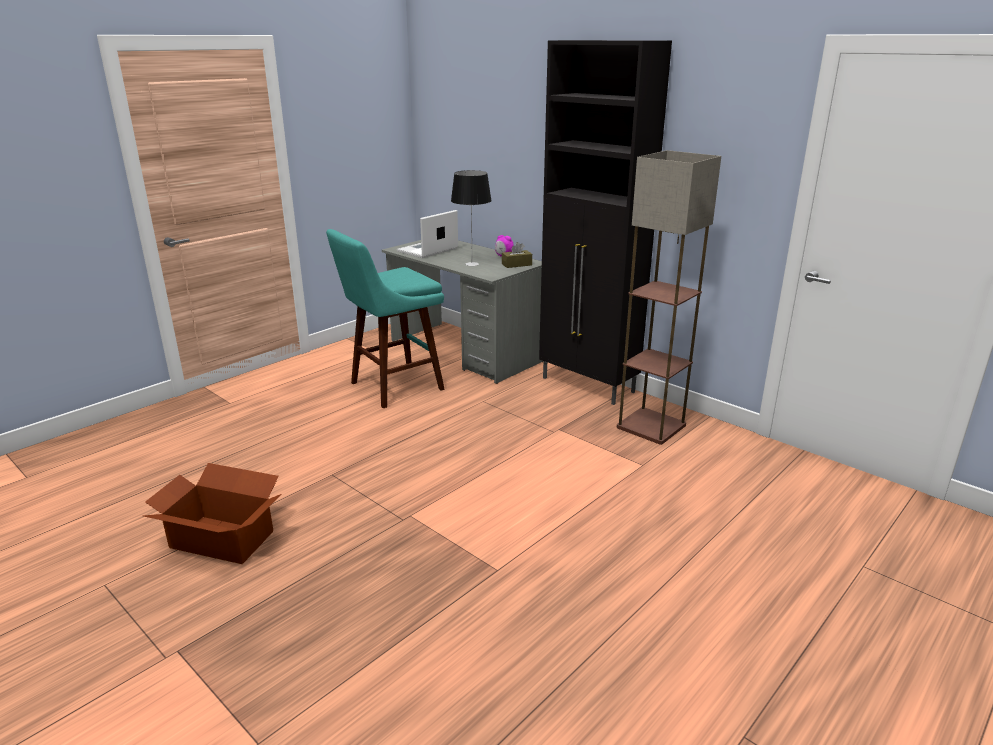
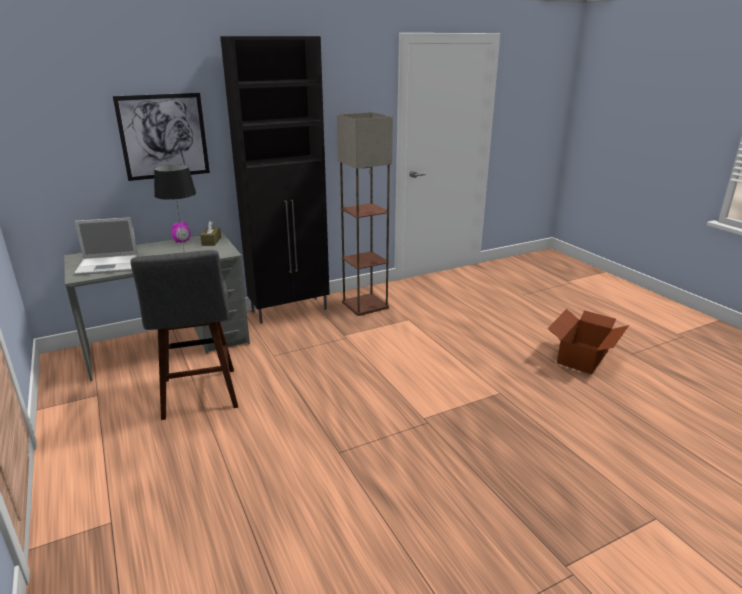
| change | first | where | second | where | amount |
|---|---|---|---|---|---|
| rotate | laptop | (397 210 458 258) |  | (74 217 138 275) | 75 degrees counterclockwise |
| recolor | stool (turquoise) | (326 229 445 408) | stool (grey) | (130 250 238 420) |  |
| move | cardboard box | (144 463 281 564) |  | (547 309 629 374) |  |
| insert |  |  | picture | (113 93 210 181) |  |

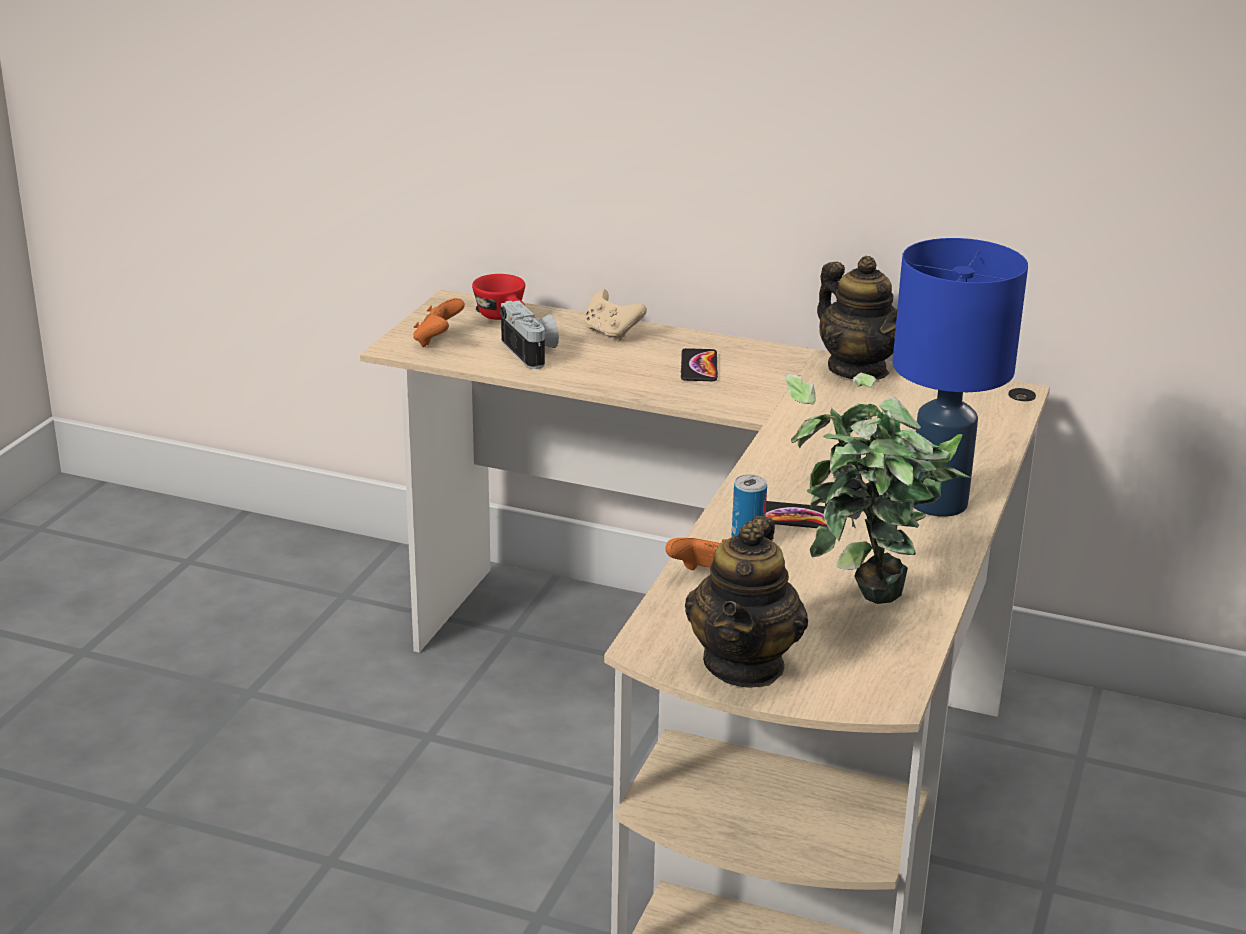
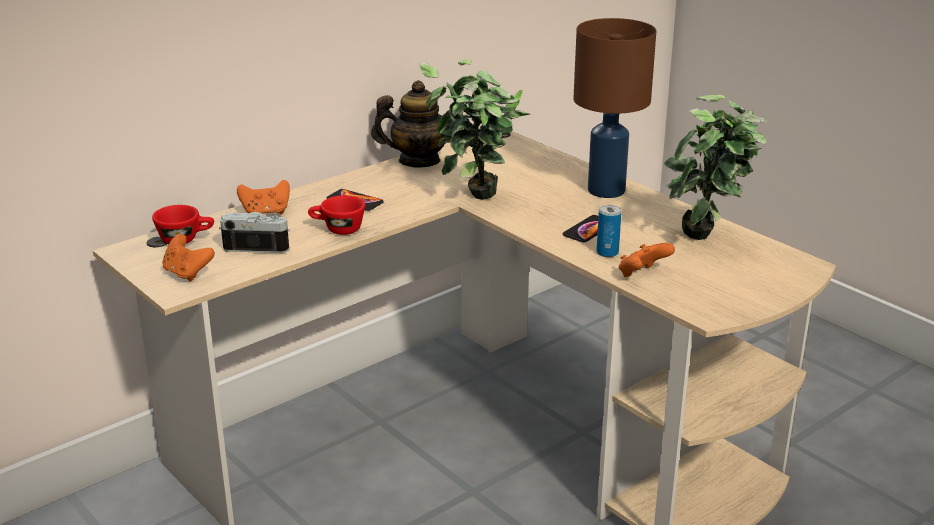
| change | first | where | second | where | amount |
|---|---|---|---|---|---|
| recolor | table lamp (blue) | (892 238 1028 517) | table lamp (brown) | (574 18 656 198) |  |
| recolor | game controller (beige) | (584 289 647 342) | game controller (orange) | (237 180 290 215) |  |
| delete | teapot | (685 516 808 688) |  |  |  |
| insert |  |  | potted plant | (419 59 530 200) |  |
| insert |  |  | cup (red) | (308 195 365 235) |  |

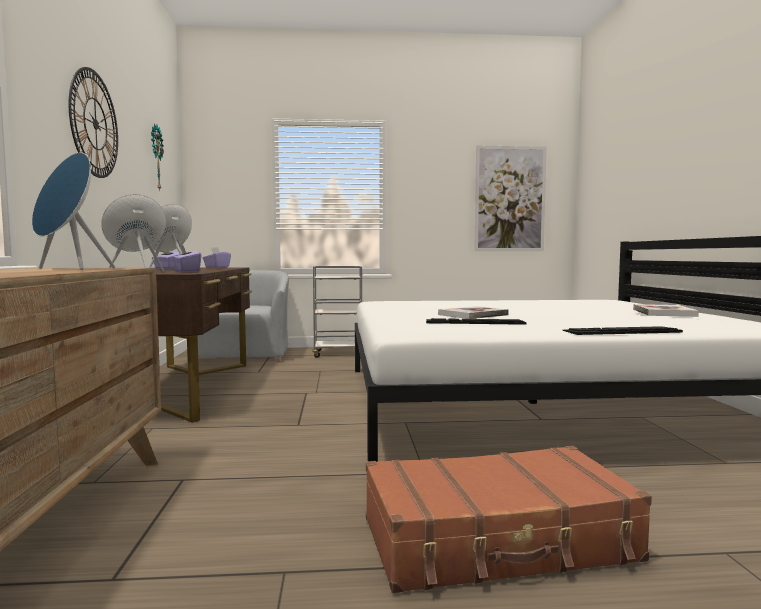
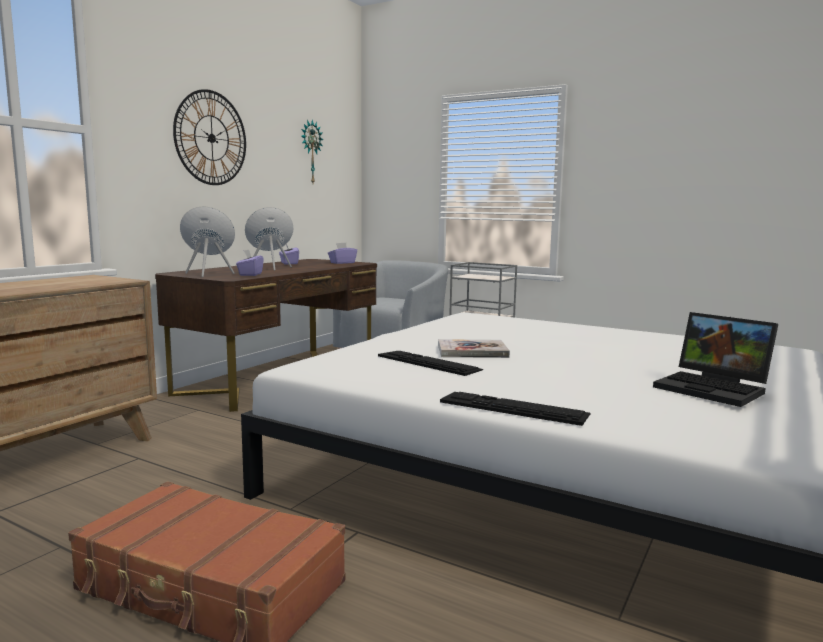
| change | first | where | second | where | amount |
|---|---|---|---|---|---|
| delete | picture | (474 146 547 251) |  |  |  |
| delete | speaker (blue) | (32 152 115 270) |  |  |  |
| replace | book | (633 304 699 317) | laptop | (653 312 778 407) |  |

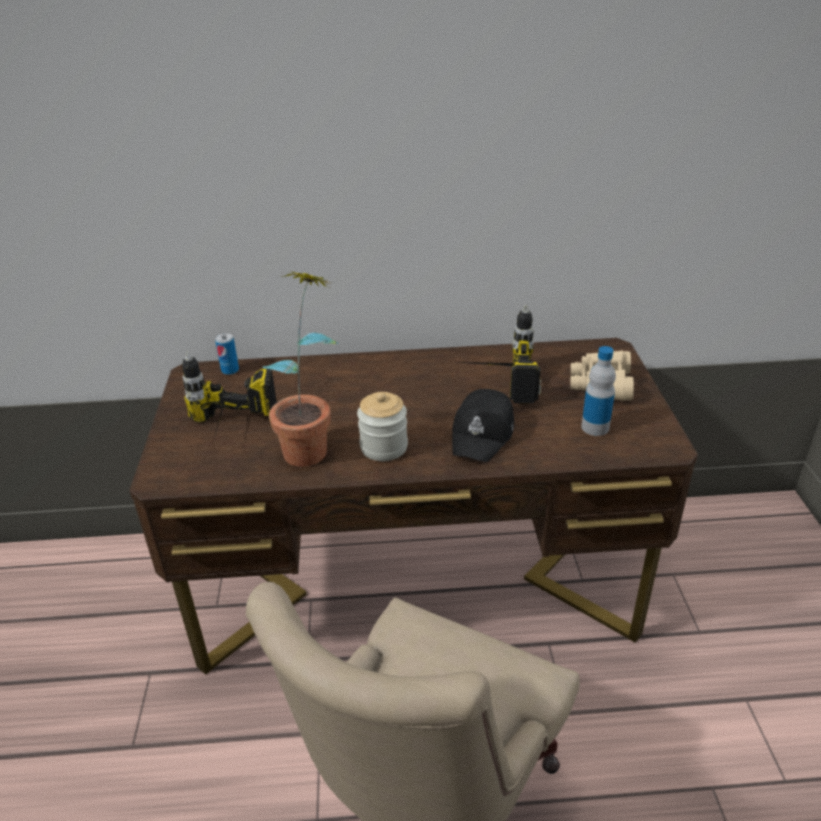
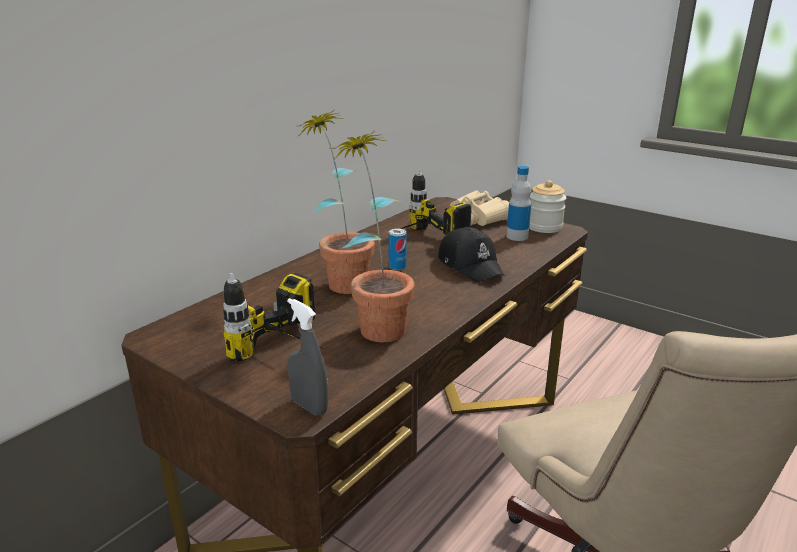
| change | first | where | second | where | amount |
|---|---|---|---|---|---|
| move | can | (215 333 239 375) |  | (388 228 407 270) |  |
| move | jar | (357 392 408 461) |  | (529 180 566 233) |  |
| insert |  |  | potted plant | (300 109 375 294) |  |
| insert |  |  | spray bottle (grey) | (287 298 328 416) |  |

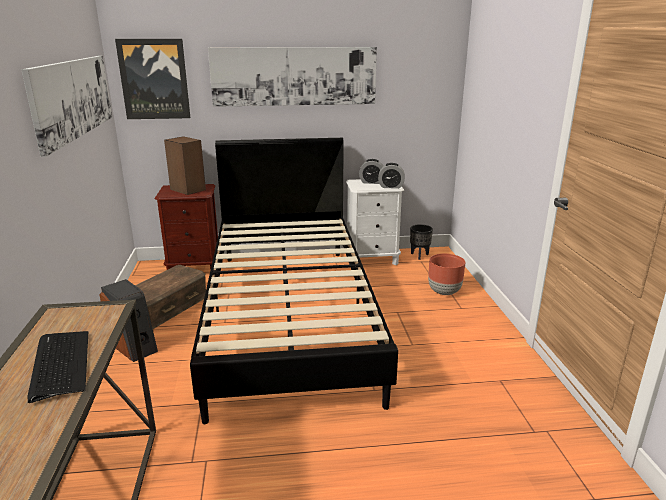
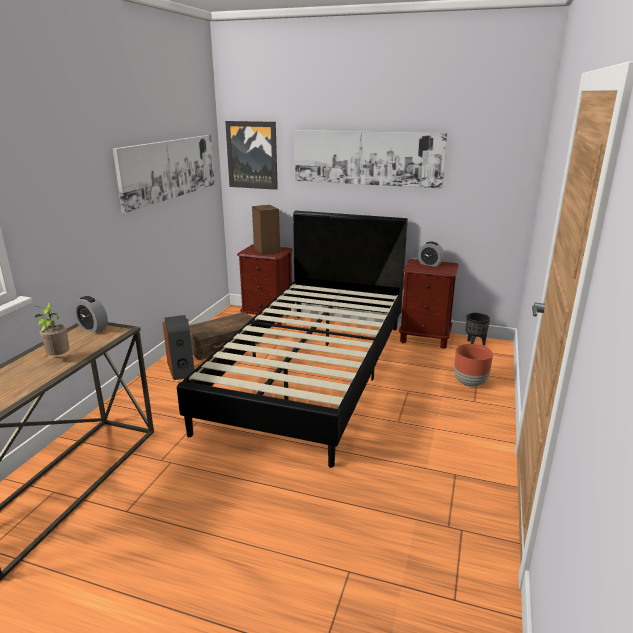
| change | first | where | second | where | amount |
|---|---|---|---|---|---|
| move | alarm clock | (378 163 405 189) |  | (73 296 108 333) |  |
| recolor | nightstand (white) | (346 179 404 265) | nightstand (brown) | (399 259 459 349) |  |
| replace | keyboard | (27 331 88 403) | potted plant | (35 302 70 355) |  |

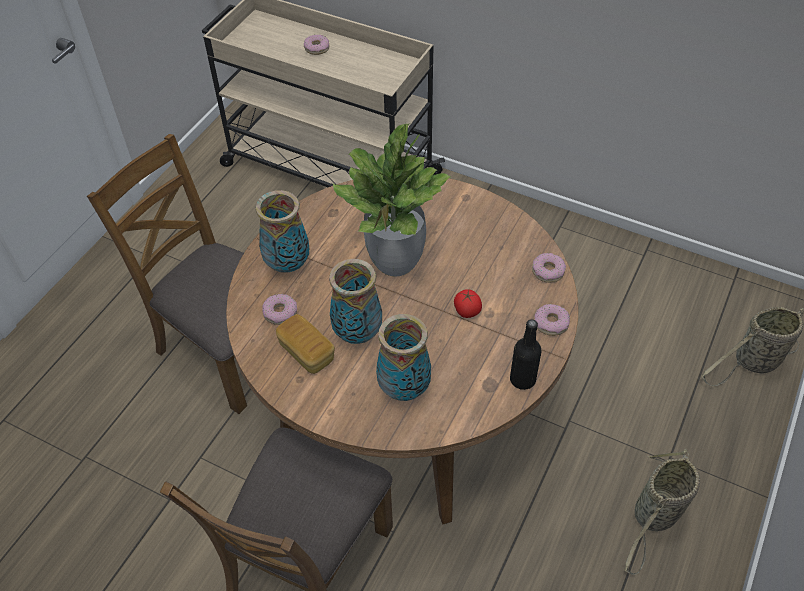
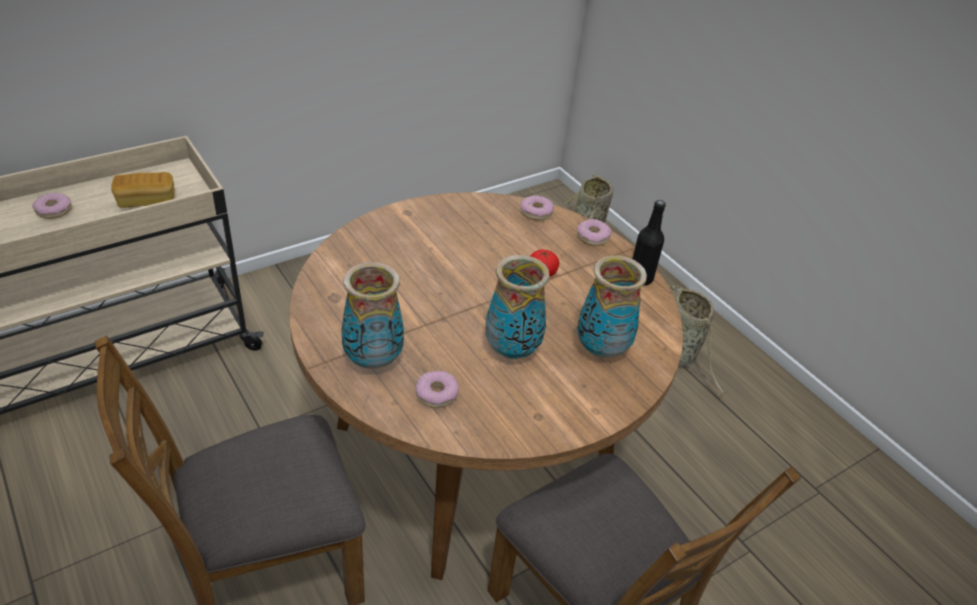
| change | first | where | second | where | amount |
|---|---|---|---|---|---|
| delete | potted plant | (333 123 452 277) |  |  |  |
| move | bread | (276 314 335 374) |  | (111 172 175 208) |  |

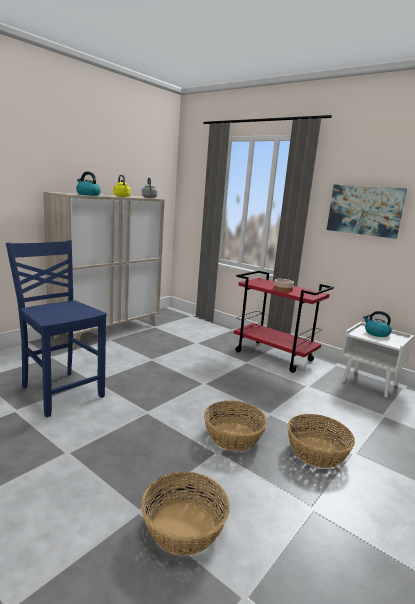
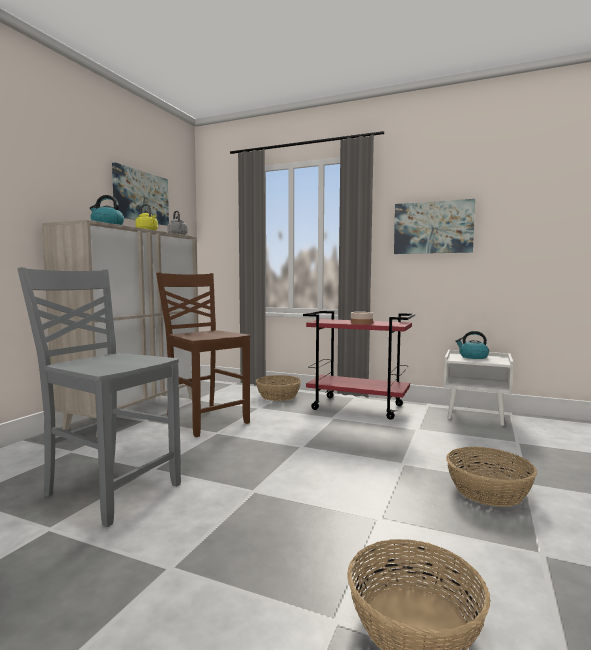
| change | first | where | second | where | amount |
|---|---|---|---|---|---|
| recolor | chair (blue) | (6 240 107 417) | chair (grey) | (17 267 181 527) |  |
| move | basket | (204 400 267 451) |  | (256 375 301 401) |  |
| insert |  |  | picture | (112 162 169 226) |  |
| insert |  |  | chair (brown) | (156 272 250 437) |  |

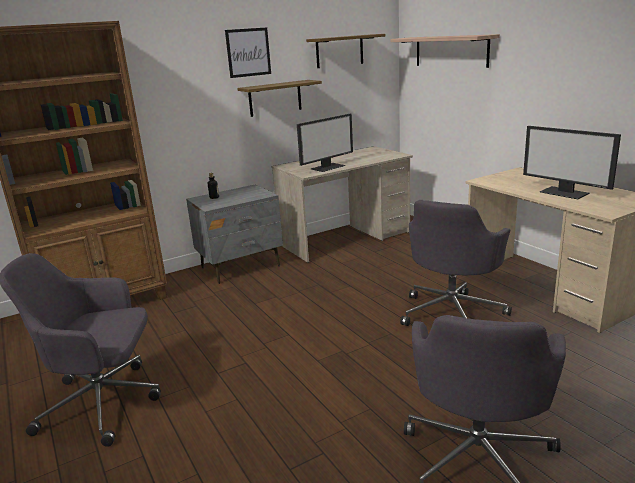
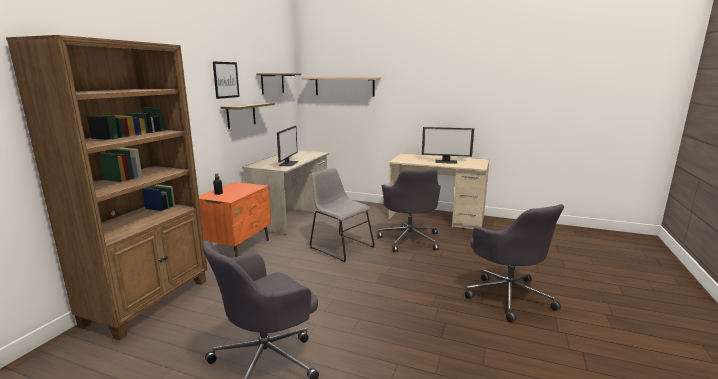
| change | first | where | second | where | amount |
|---|---|---|---|---|---|
| recolor | nightstand (grey) | (186 184 283 284) | nightstand (orange) | (199 182 271 257) |  |
| insert |  |  | chair (grey) | (310 168 375 262) |  |

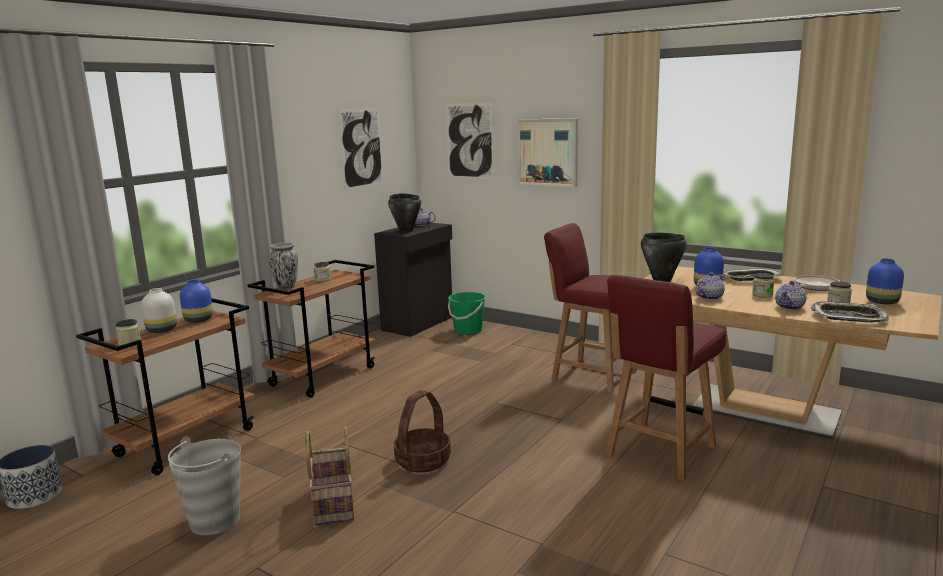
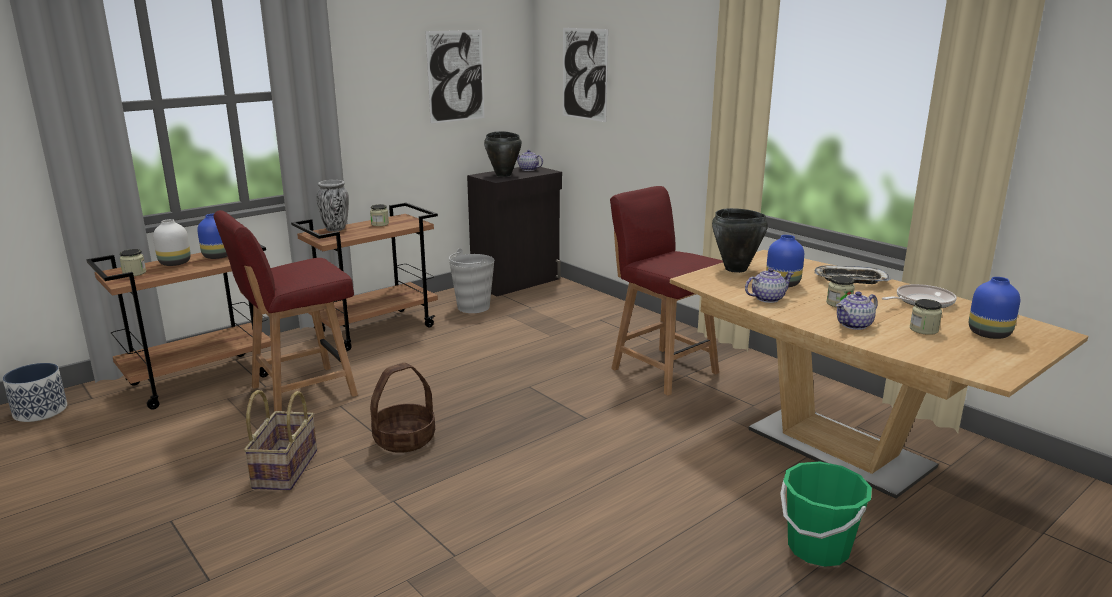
| change | first | where | second | where | amount |
|---|---|---|---|---|---|
| delete | picture | (517 118 578 187) |  |  |  |
| move | chair (red) | (606 275 726 481) |  | (213 210 358 411) |  |
| move | bucket (green) | (448 292 486 335) |  | (780 461 872 567) |  |
| delete | tray | (811 301 889 322) |  |  |  |
| move | bucket (grey) | (168 436 241 535) |  | (449 249 494 313) |  |

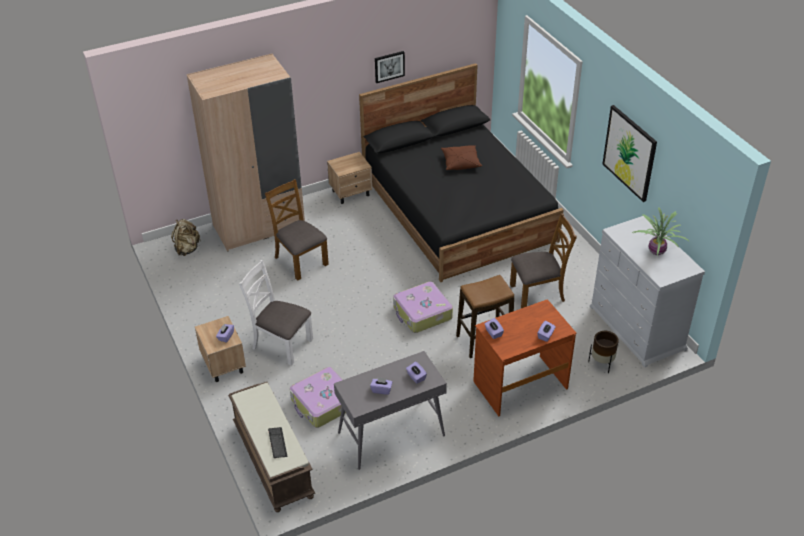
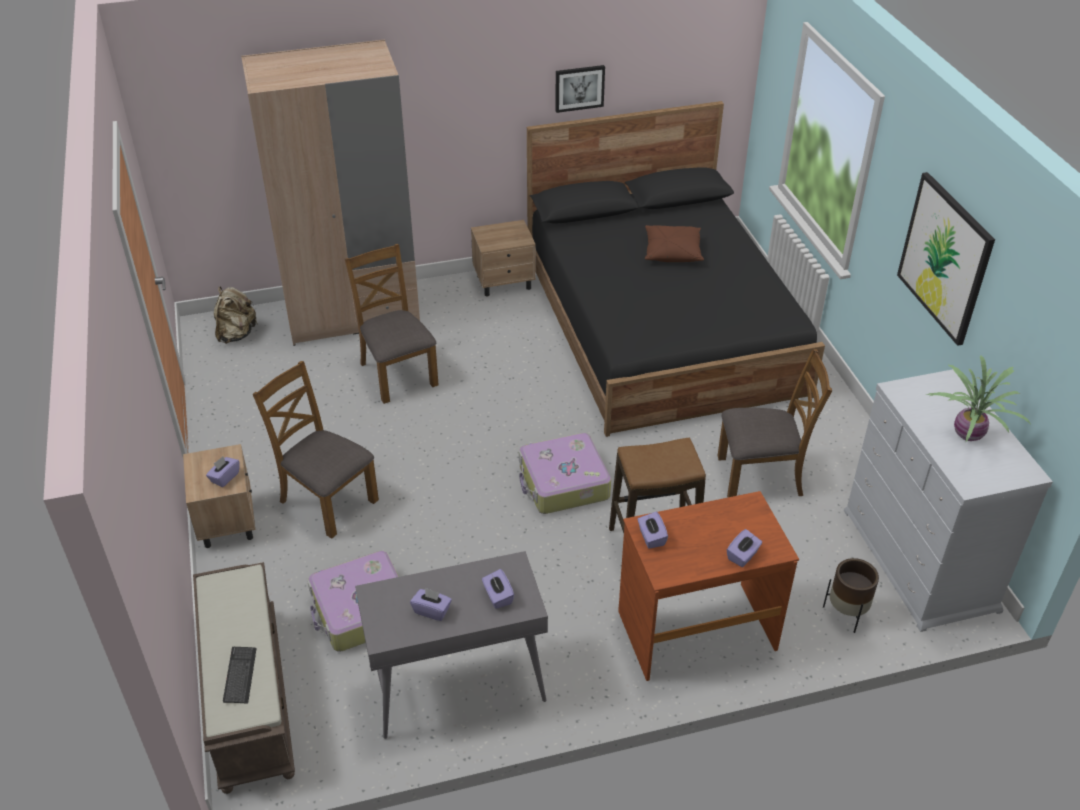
| change | first | where | second | where | amount |
|---|---|---|---|---|---|
| recolor | chair (white) | (239 260 313 366) | chair (brown) | (253 361 379 539) |  |

